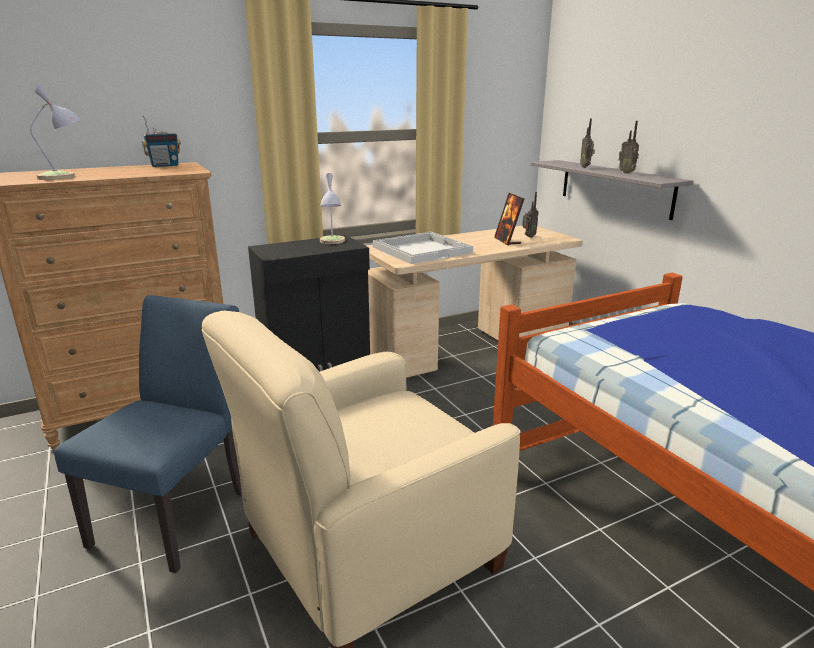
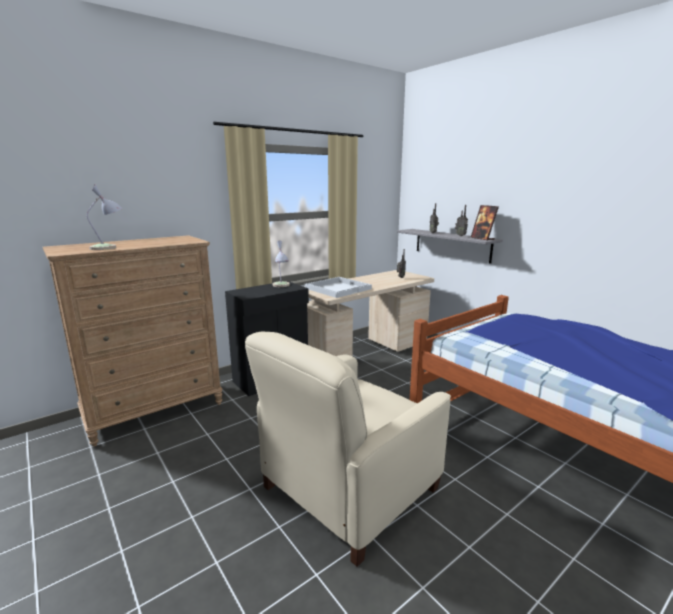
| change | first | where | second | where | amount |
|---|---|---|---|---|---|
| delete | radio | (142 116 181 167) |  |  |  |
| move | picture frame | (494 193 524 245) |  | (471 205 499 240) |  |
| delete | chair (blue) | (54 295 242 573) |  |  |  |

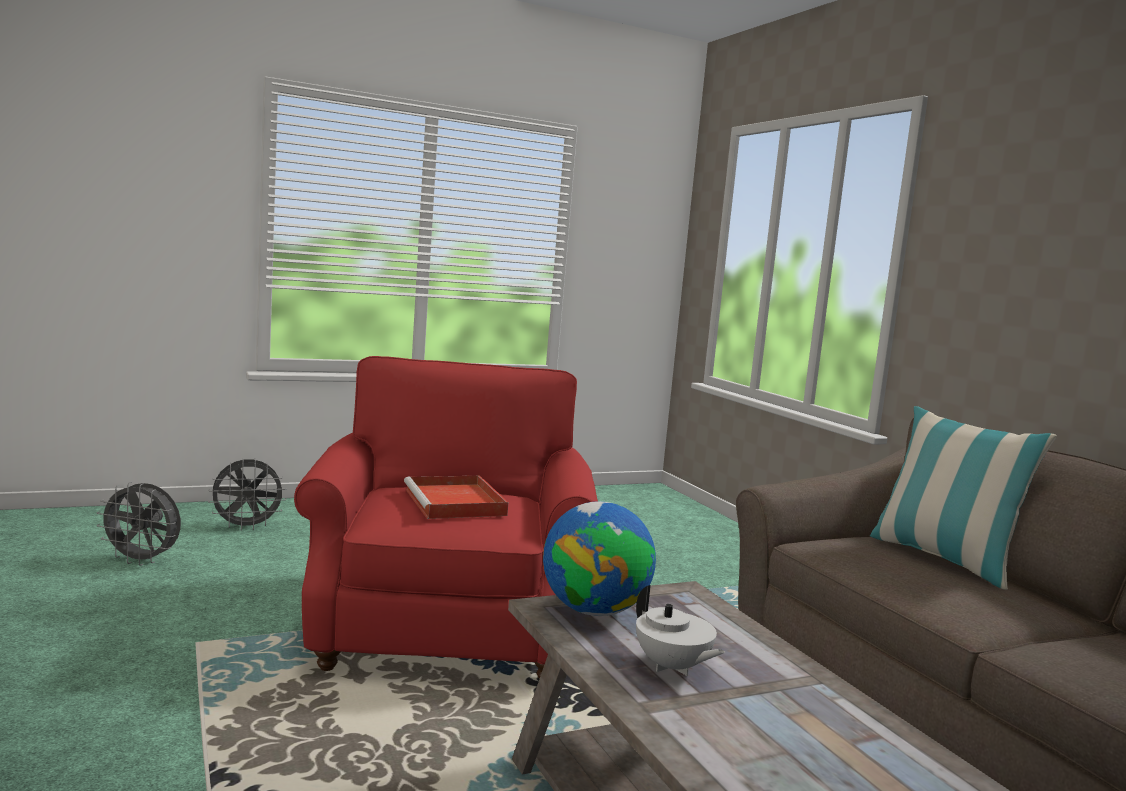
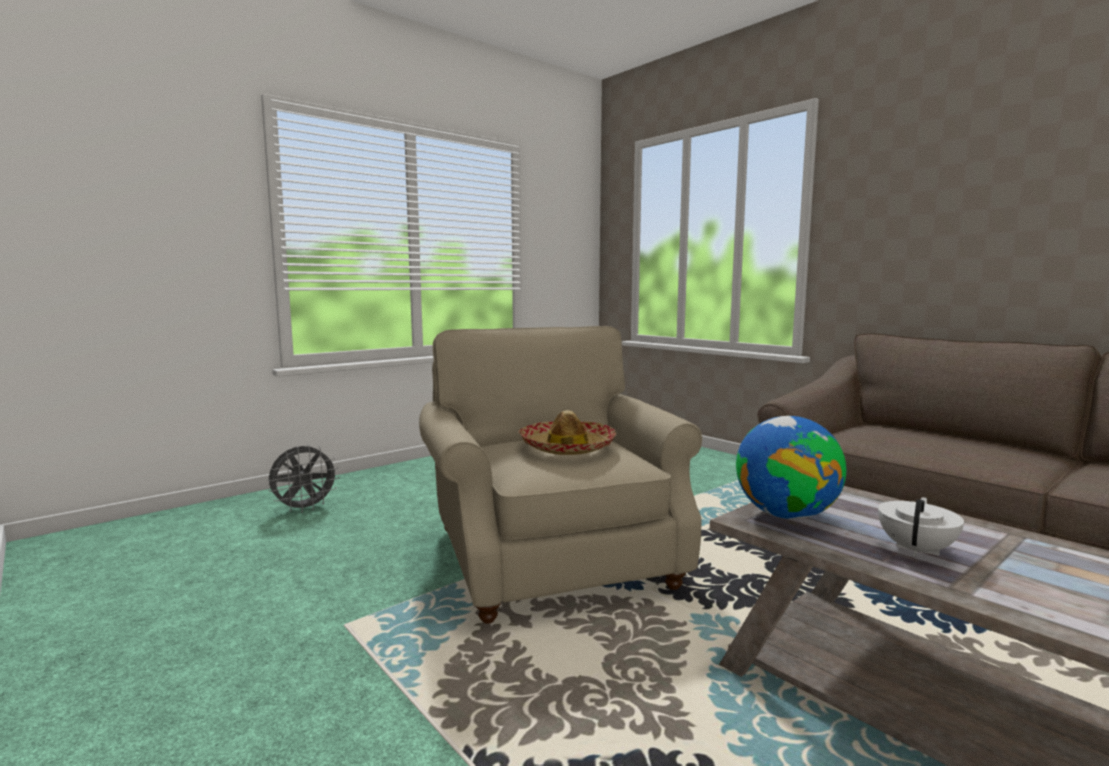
| change | first | where | second | where | amount |
|---|---|---|---|---|---|
| recolor | armchair (red) | (294 356 598 679) | armchair (beige) | (419 326 702 624) |  |
| delete | pillow | (870 406 1057 590) |  |  |  |
| replace | tray (red) | (404 476 508 519) | hat | (518 410 616 455) |  |
| delete | fan (grey) | (97 482 181 566) |  |  |  |
| rotate | teapot (white) | (636 585 725 676) |  | (878 497 964 557) | 90 degrees counterclockwise |

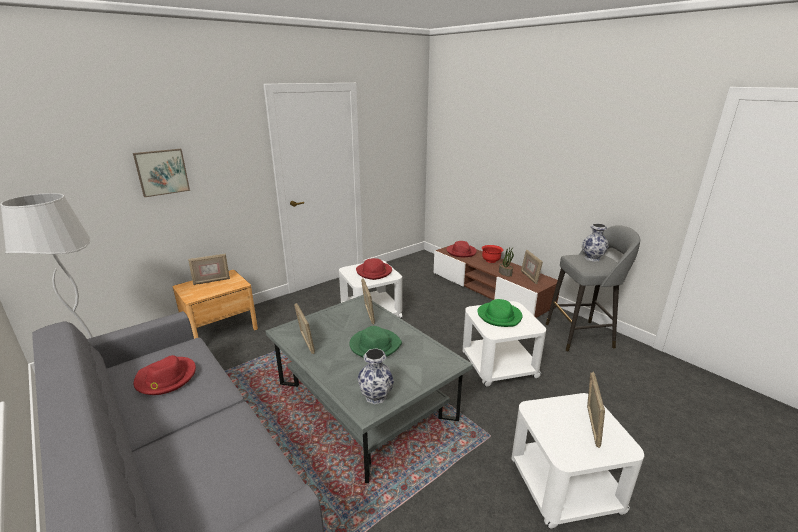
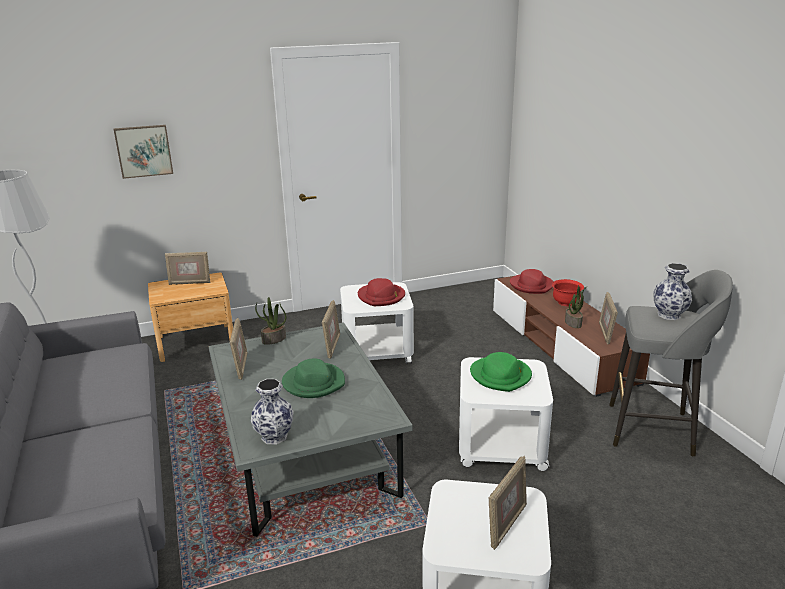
| change | first | where | second | where | amount |
|---|---|---|---|---|---|
| delete | hat (red) | (134 355 196 395) |  |  |  |
| insert |  |  | potted plant | (255 297 287 345) |  |

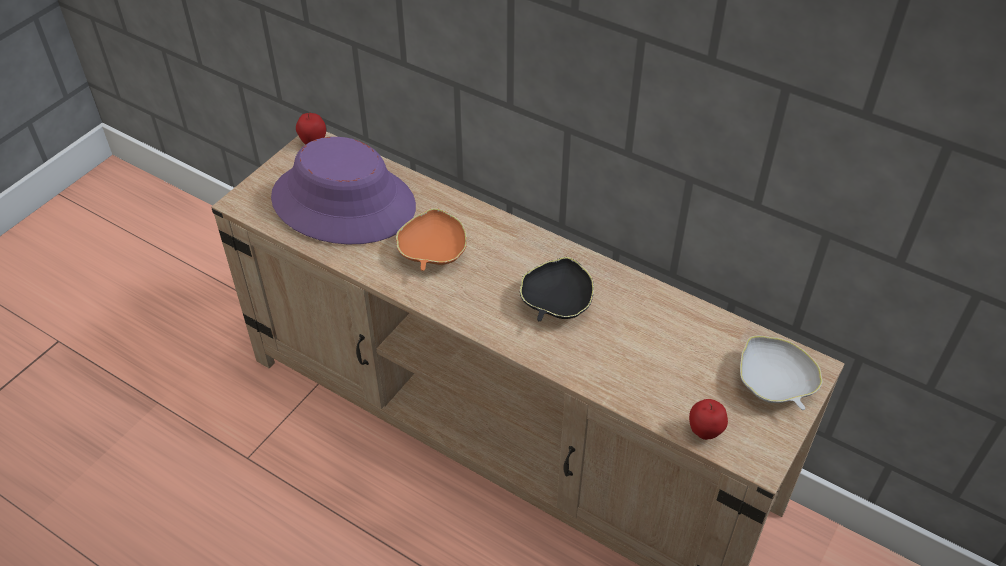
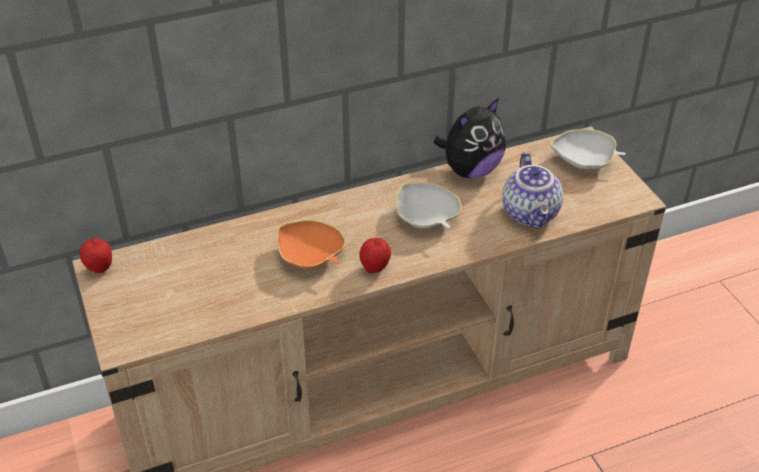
| change | first | where | second | where | amount |
|---|---|---|---|---|---|
| delete | hat (purple) | (271 137 416 245) |  |  |  |
| recolor | bowl (black) | (520 257 594 321) | bowl (white) | (396 182 462 229) |  |
| move | apple | (689 399 728 440) |  | (359 238 391 273) |  |
| insert |  |  | plush toy | (434 98 506 178) |  |
| insert |  |  | teapot | (502 152 563 228) |  |

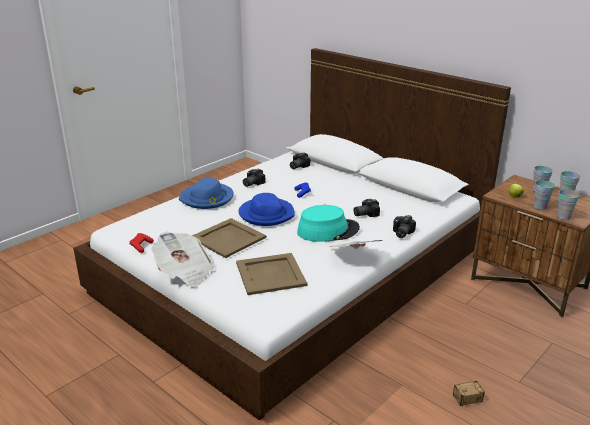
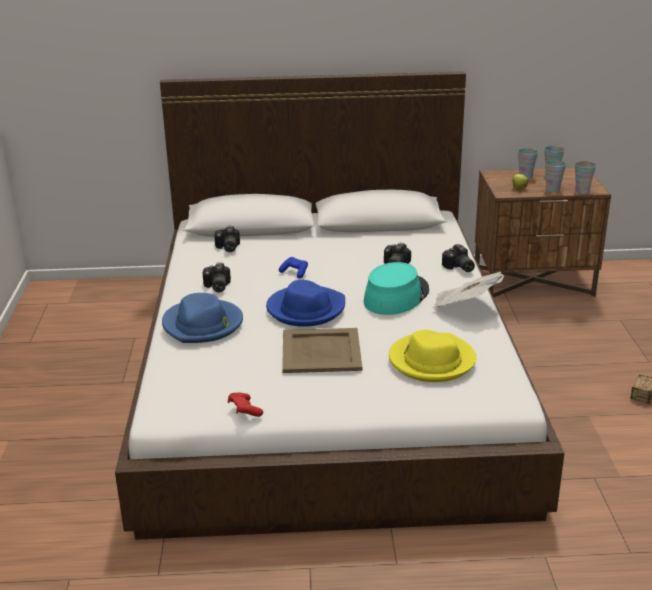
| change | first | where | second | where | amount |
|---|---|---|---|---|---|
| delete | newspaper | (152 232 214 287) |  |  |  |
| replace | tray (beige) | (236 253 307 295) | hat (yellow) | (389 330 476 382) |  |

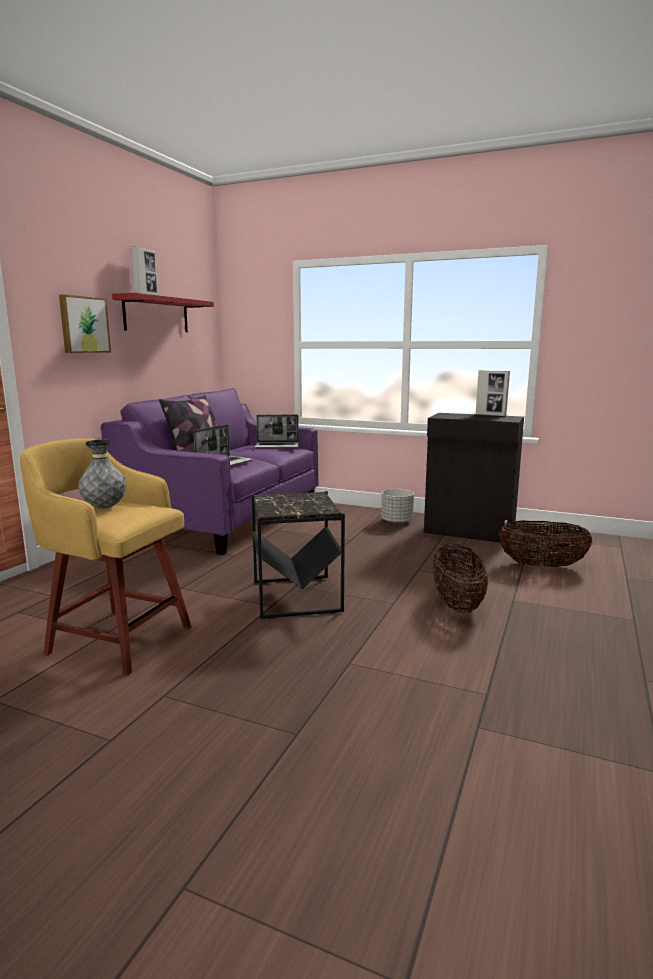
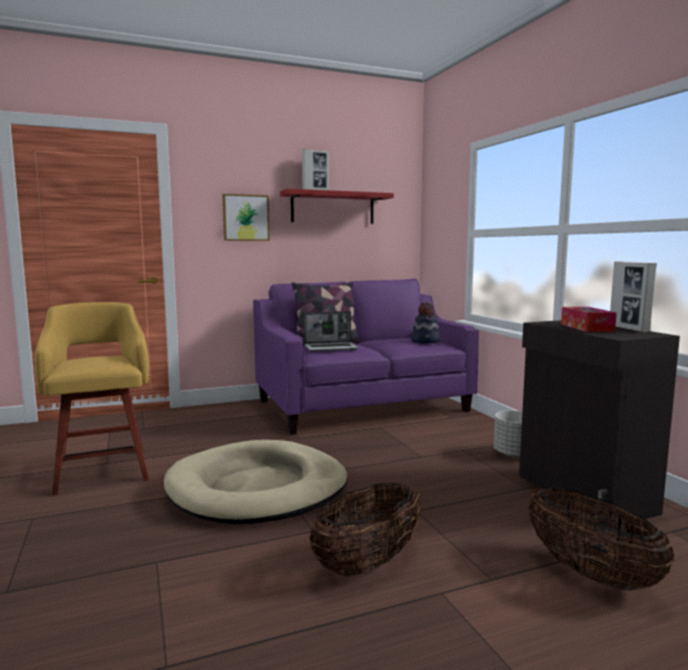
| change | first | where | second | where | amount |
|---|---|---|---|---|---|
| replace | laptop | (255 415 299 449) | hat | (411 302 441 344) |  |
| delete | vase (grey) | (78 440 126 509) |  |  |  |
| replace | side table (black) | (252 491 345 619) | dog bed (beige) | (164 440 348 524) |  |
| insert |  |  | tissue box | (561 307 617 332) |  |

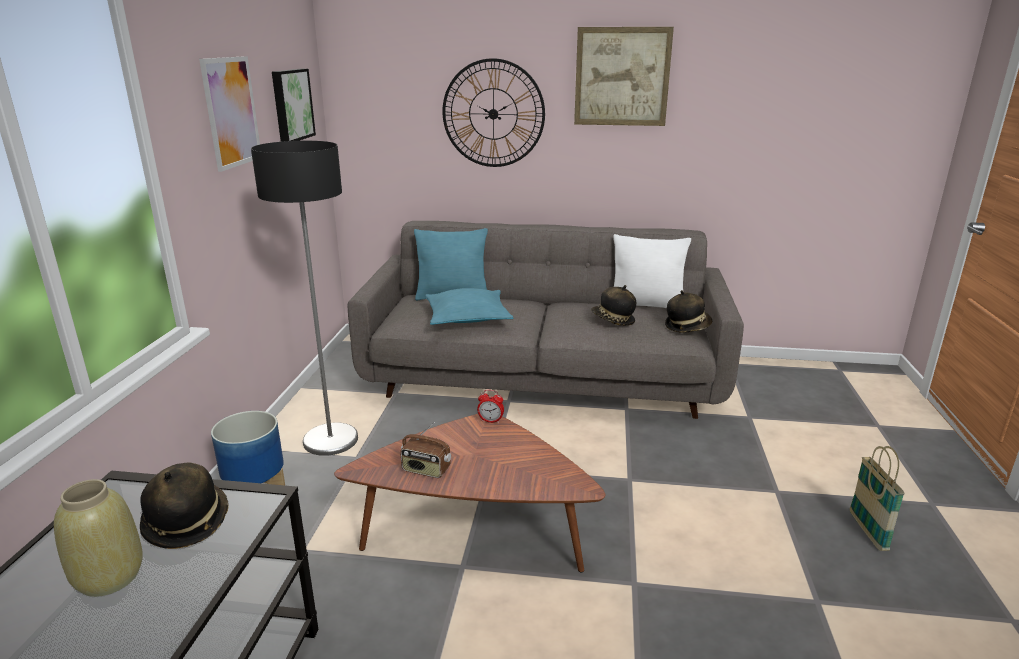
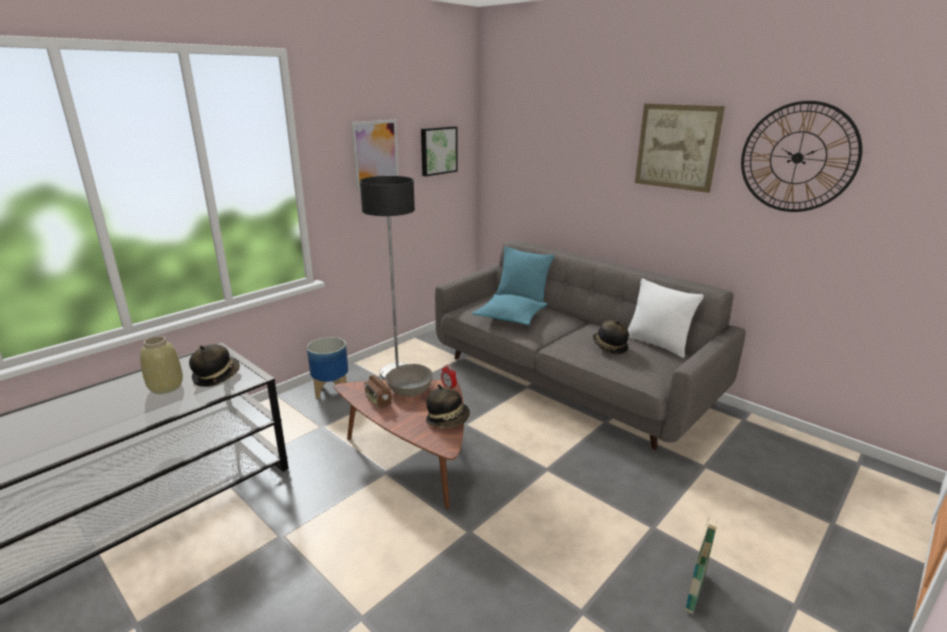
| change | first | where | second | where | amount |
|---|---|---|---|---|---|
| move | wall clock | (442 58 545 167) |  | (741 101 862 212) |  |
| move | hat | (665 290 712 333) |  | (426 384 470 428) |  |
| insert |  |  | bowl (grey) | (385 364 433 397) |  |

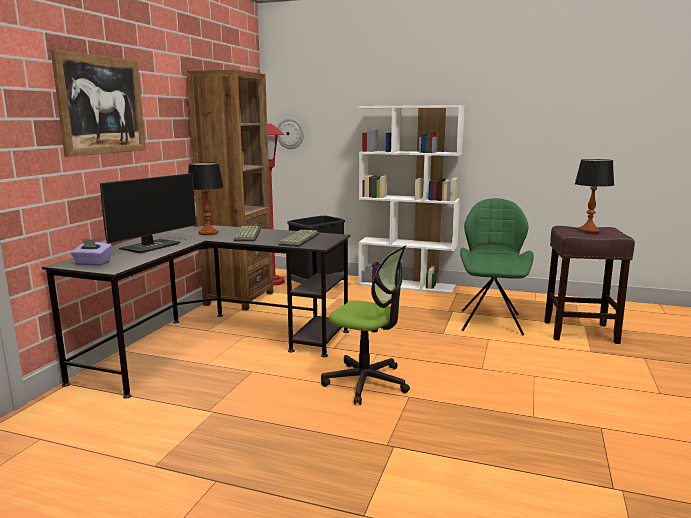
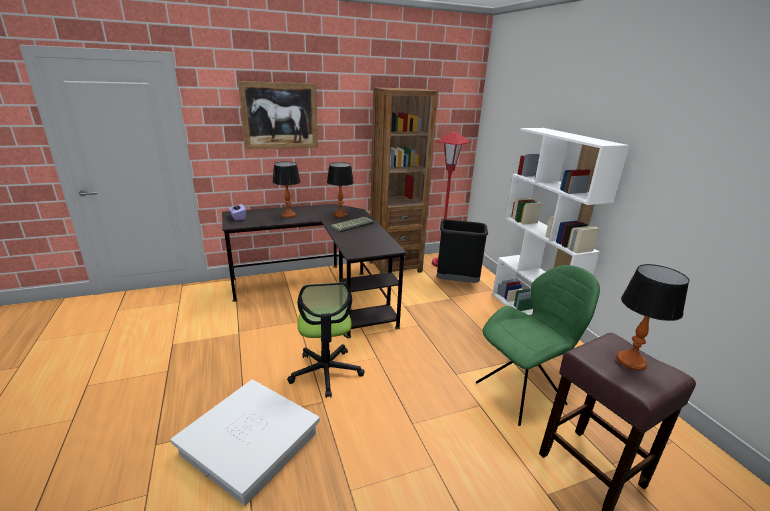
| change | first | where | second | where | amount |
|---|---|---|---|---|---|
| delete | wall clock | (277 118 304 149) |  |  |  |
| replace | monitor | (100 173 196 254) | table lamp | (273 162 300 218) |  |
| delete | keyboard | (279 230 320 247) |  |  |  |
| insert |  |  | storage box (white) | (170 379 320 506) |  |

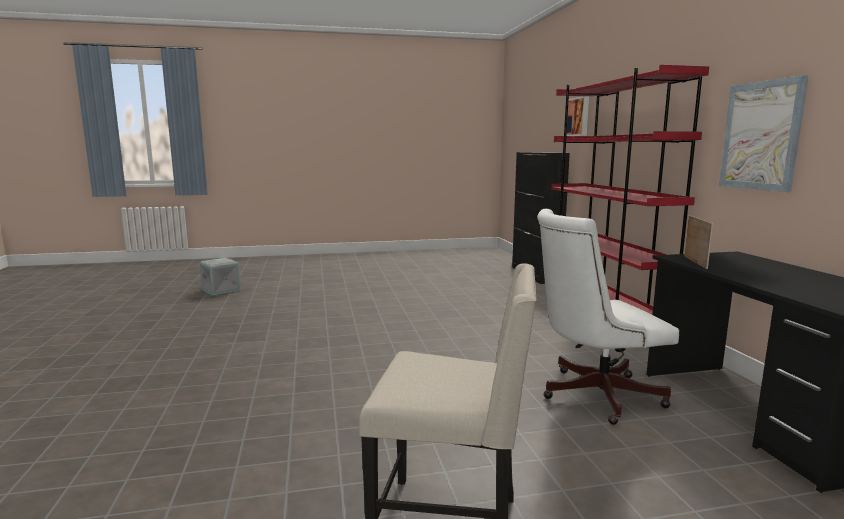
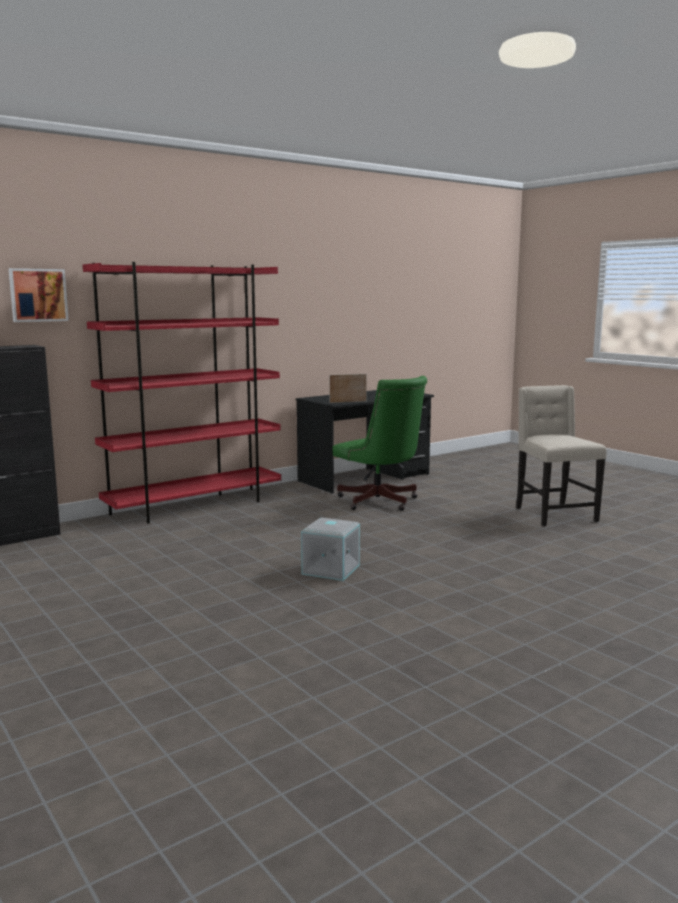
| change | first | where | second | where | amount |
|---|---|---|---|---|---|
| delete | picture | (719 75 809 192) |  |  |  |
| recolor | office chair (white) | (537 209 679 425) | office chair (green) | (333 376 427 511) |  |
| move | storage box (grey) | (199 258 241 295) |  | (301 518 360 581) |  |

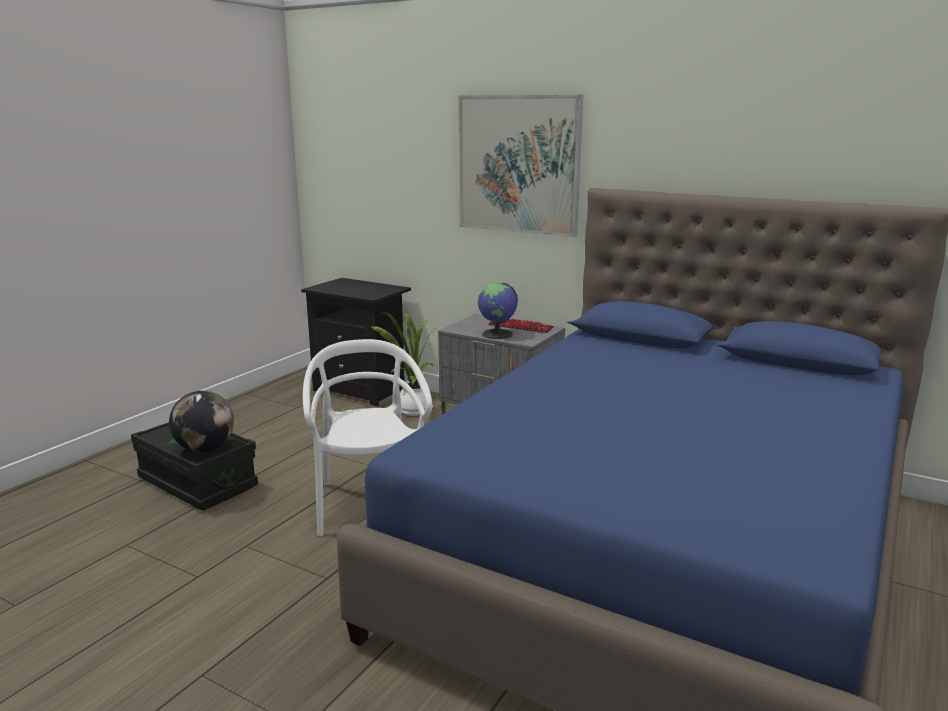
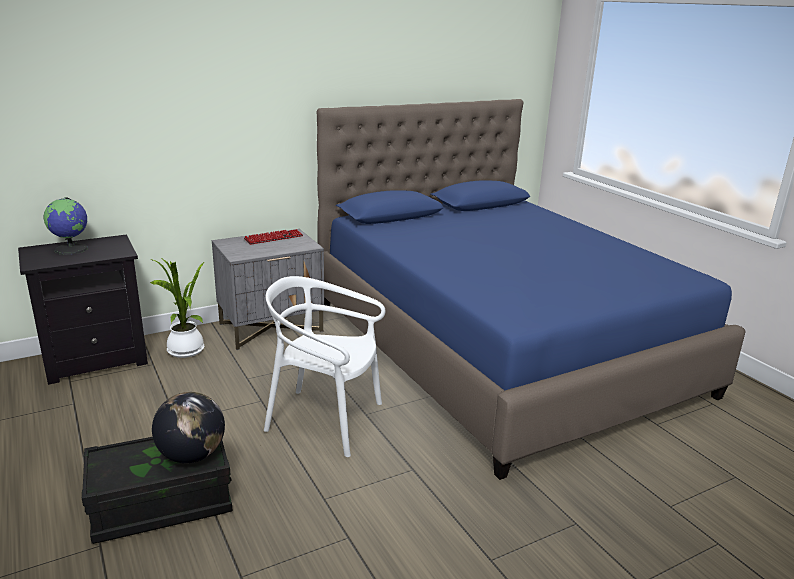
| change | first | where | second | where | amount |
|---|---|---|---|---|---|
| delete | picture | (458 95 583 237) |  |  |  |
| move | globe | (478 282 518 339) |  | (44 197 88 255) |  |

